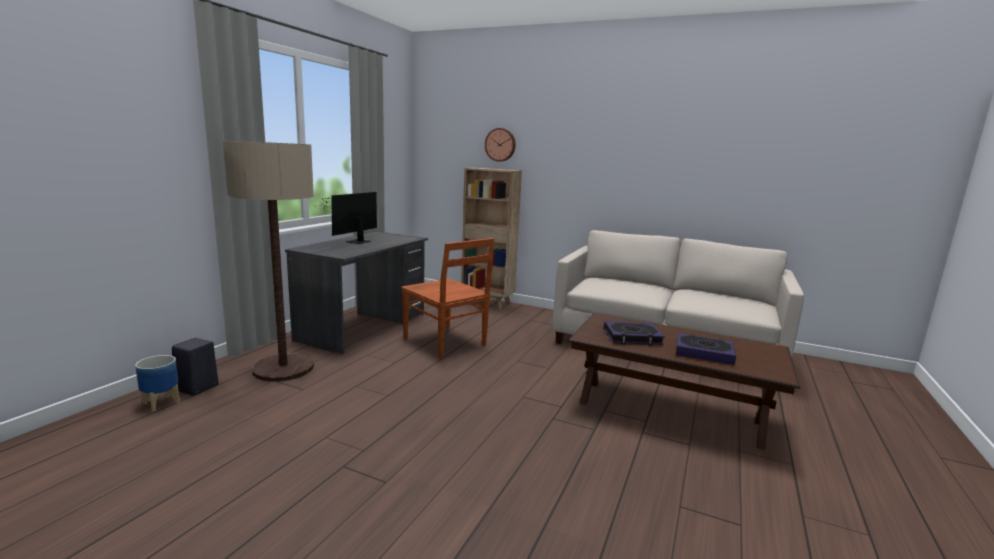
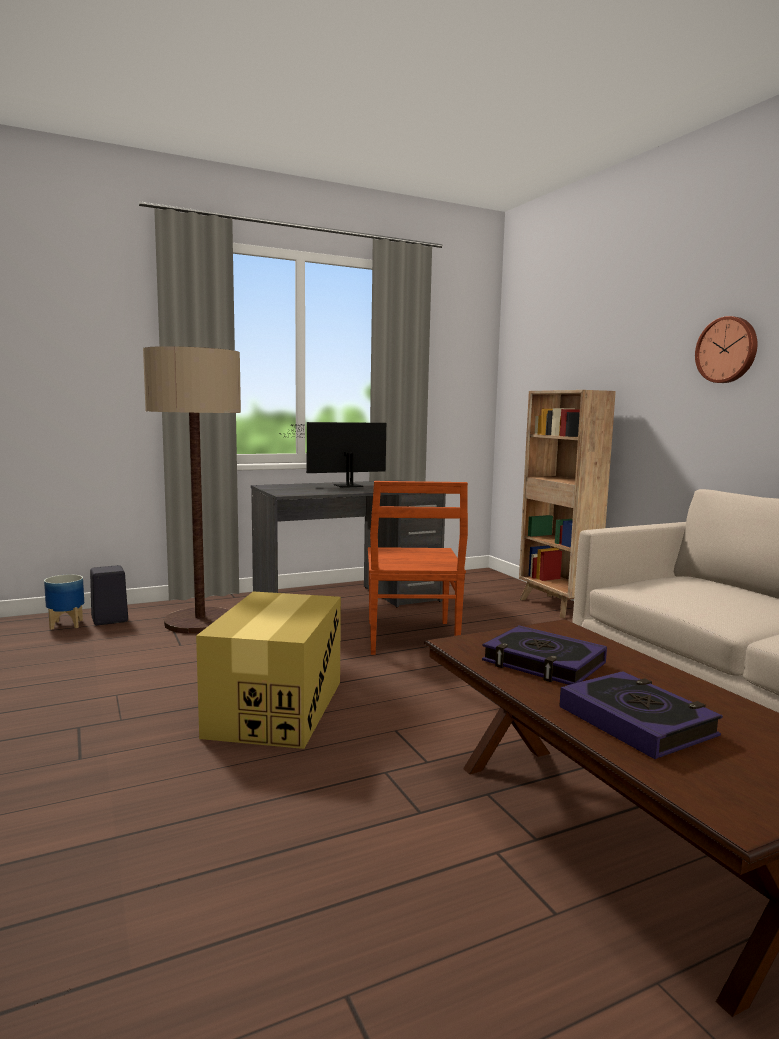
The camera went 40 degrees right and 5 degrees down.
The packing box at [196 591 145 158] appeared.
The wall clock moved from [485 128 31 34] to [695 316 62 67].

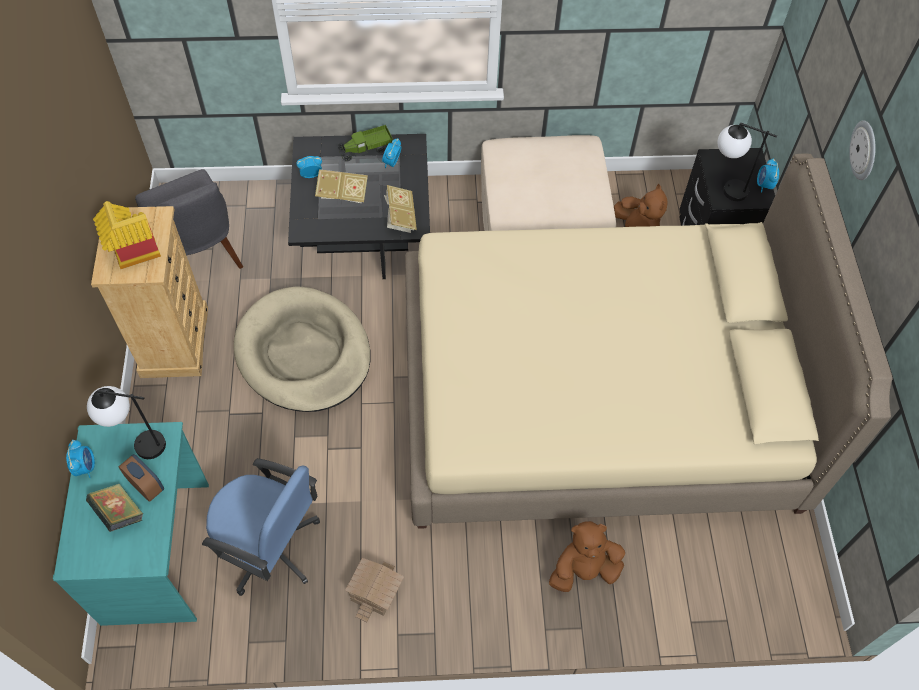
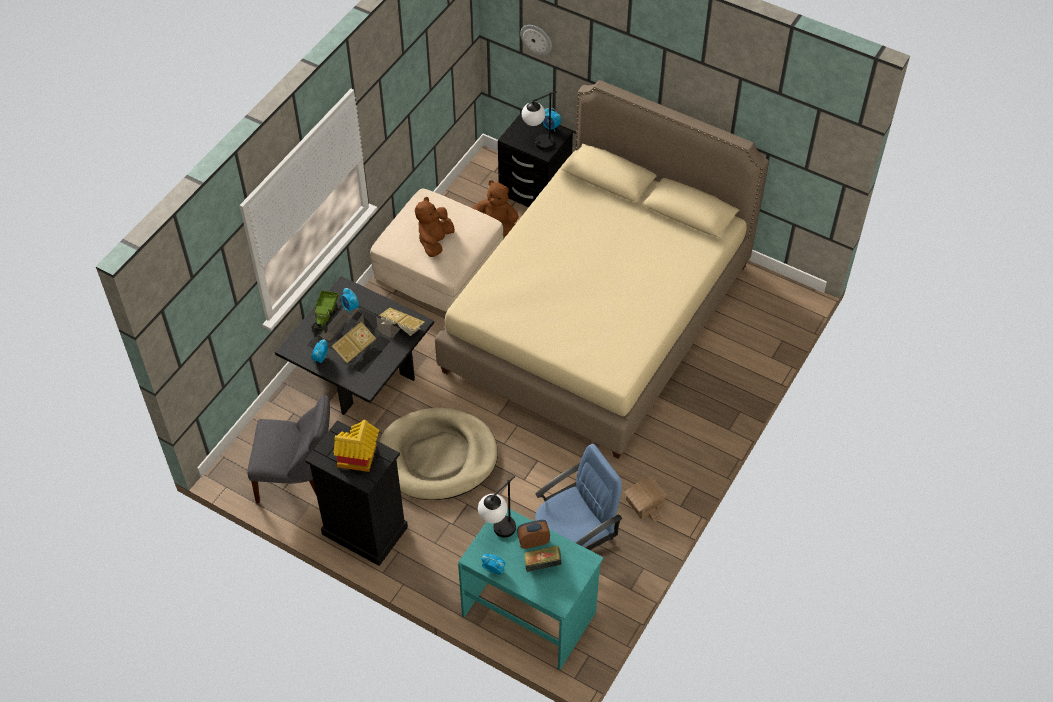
The camera went 55 degrees left and 5 degrees down.
The brownish soft toy moved from [549 521 76 71] to [415 197 40 60].
The wall clock moved from [849 120 27 60] to [520 25 32 30].
The beige chest of drawers at [91 206 117 172] became the black chest of drawers at [305 420 103 146].

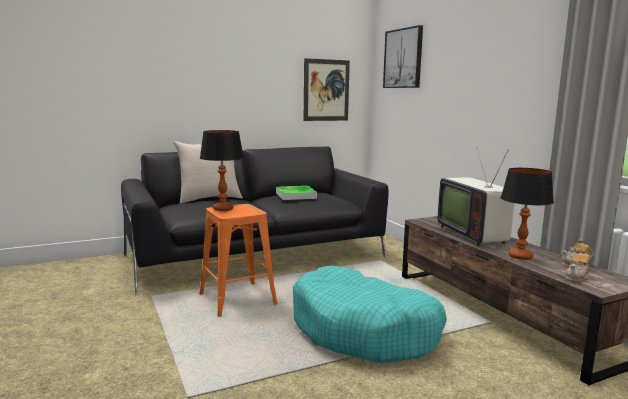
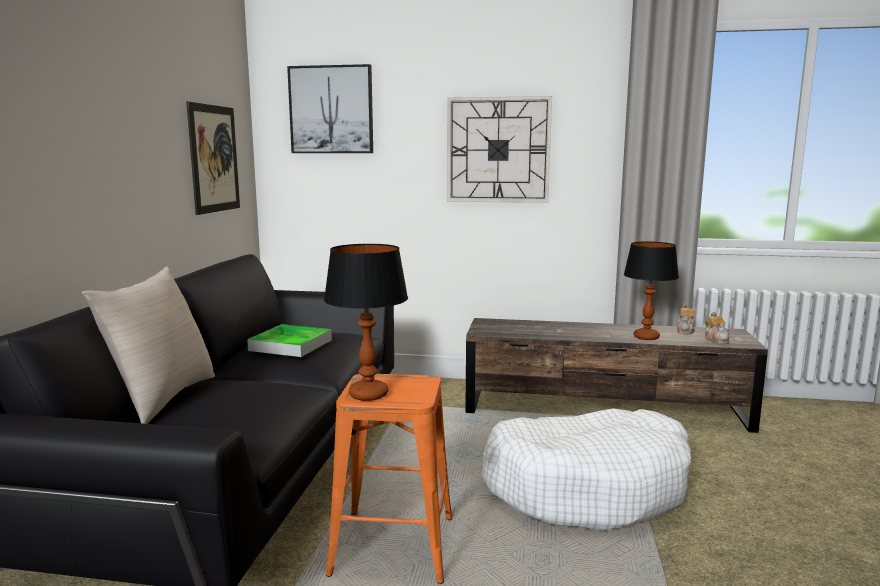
The camera went 55 degrees left and 0 degrees up.
The television at [438 147 76 99] disappeared.
The wall clock at [447 96 105 107] appeared.
The blue-green dog bed at [293 266 154 97] became the whitish dog bed at [482 408 209 123].

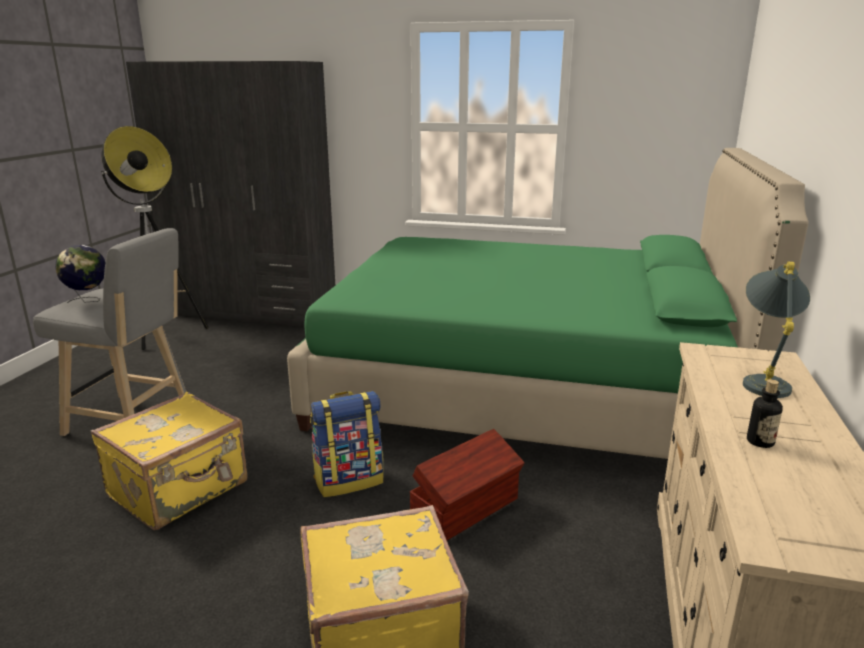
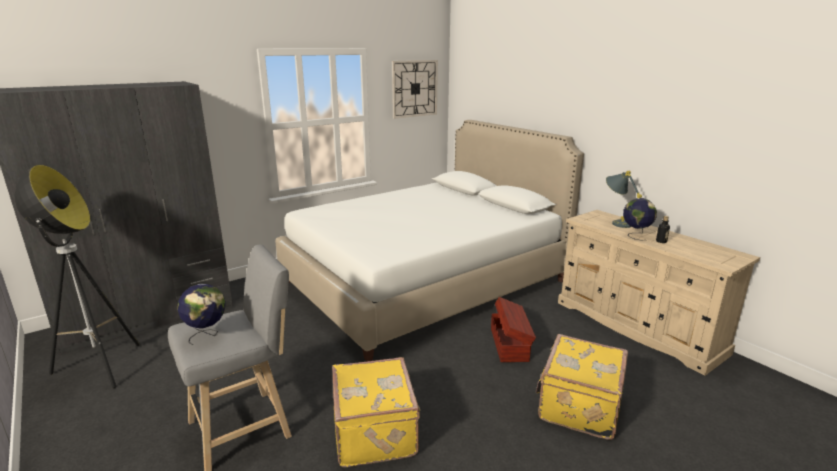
The camera went 50 degrees left and 0 degrees up.
The backpack at [310 391 74 106] disappeared.
The wall clock at [392 60 46 59] appeared.
The desk globe at [623 198 34 43] appeared.
The greenish bedroom bed at [287 148 522 311] became the whitish bedroom bed at [275 120 309 241].

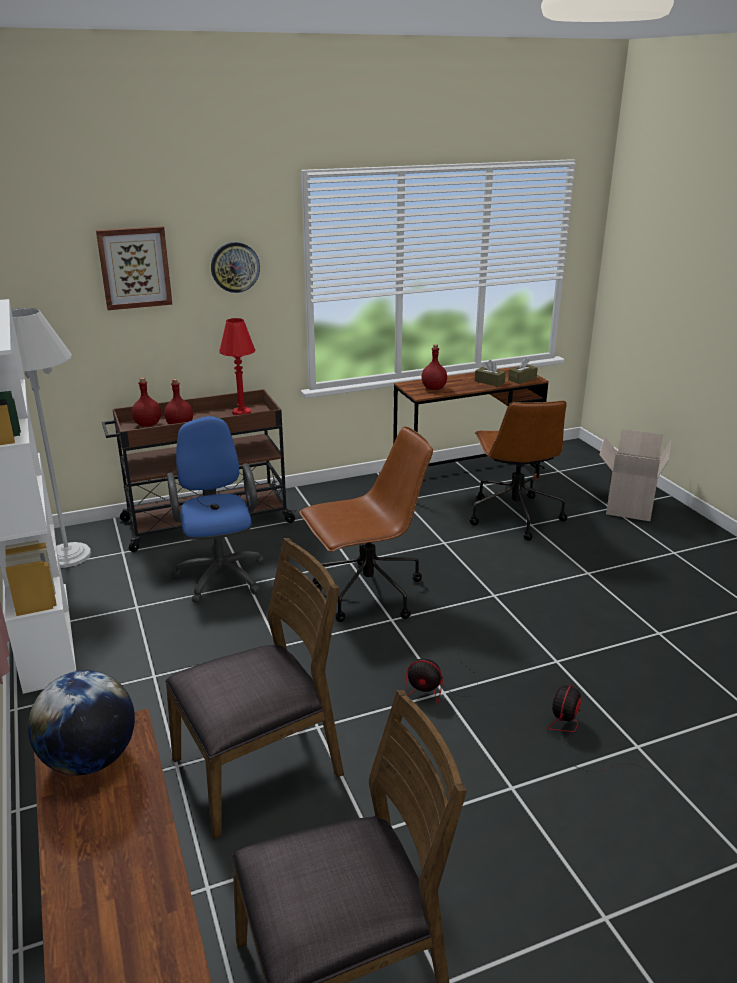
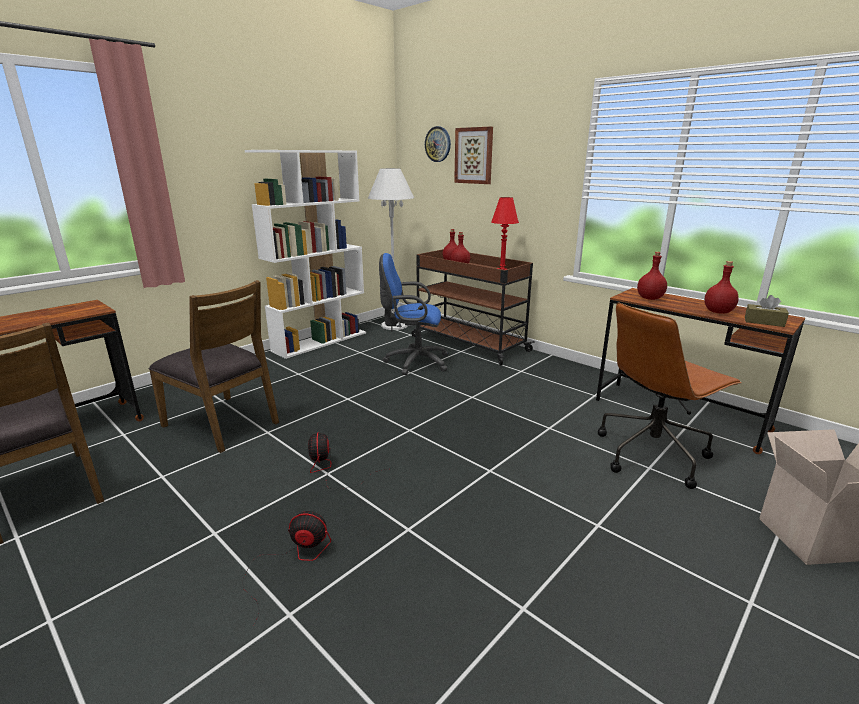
The camera went 65 degrees right and 5 degrees down.
The desk globe at [28 670 107 105] disappeared.
The brownish office chair at [299 426 134 196] disappeared.
The wall clock moved from [211 242 49 51] to [425 126 26 36].
The brownish box of tissues at [475 360 31 27] was replaced by the reddish beverage bottle at [704 261 35 53].
The bluish office chair at [167 416 98 187] turned 135 degrees counterclockwise.

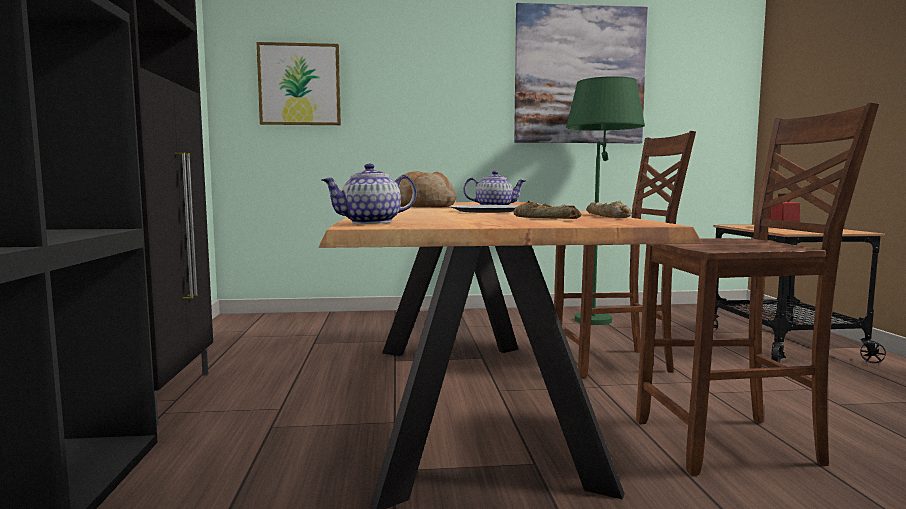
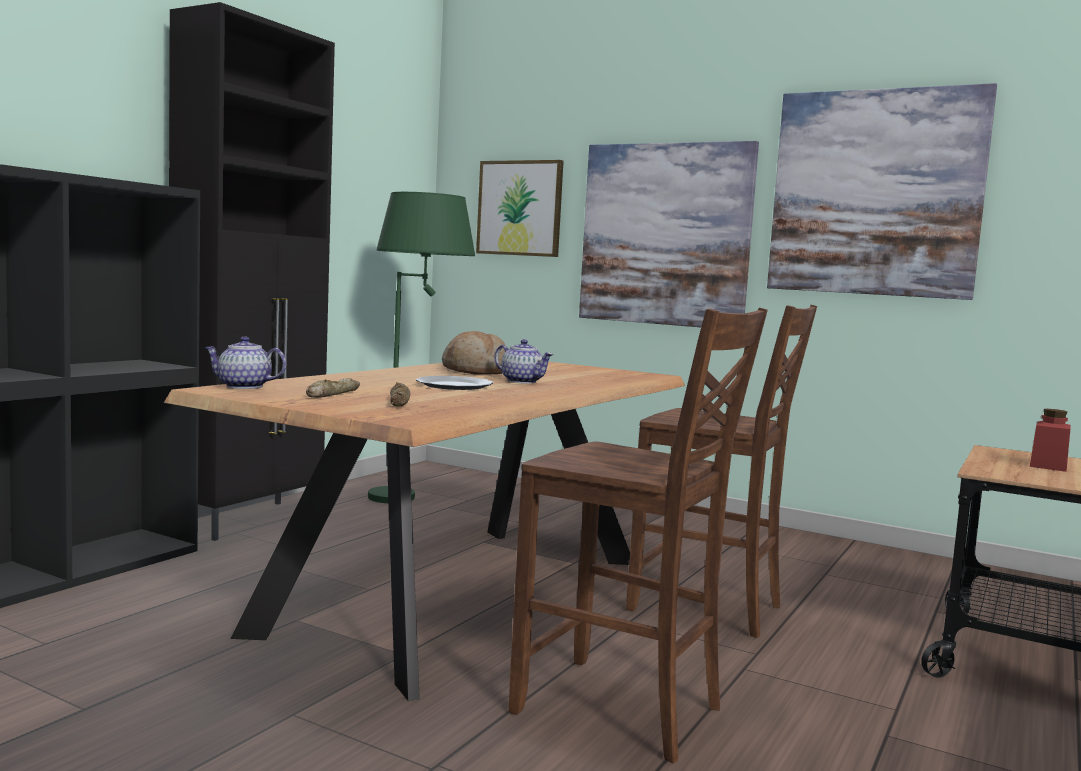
The camera went 35 degrees right and 0 degrees up.
The picture at [579 141 180 186] appeared.
The greenish standard lamp moved from [566 76 79 249] to [368 192 107 311].
The bread moved from [586 201 46 17] to [306 378 54 20].

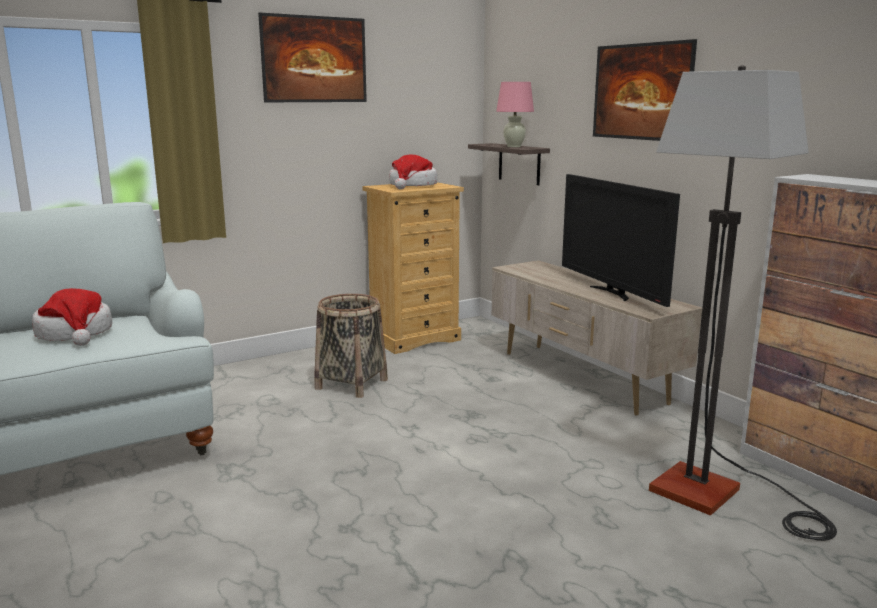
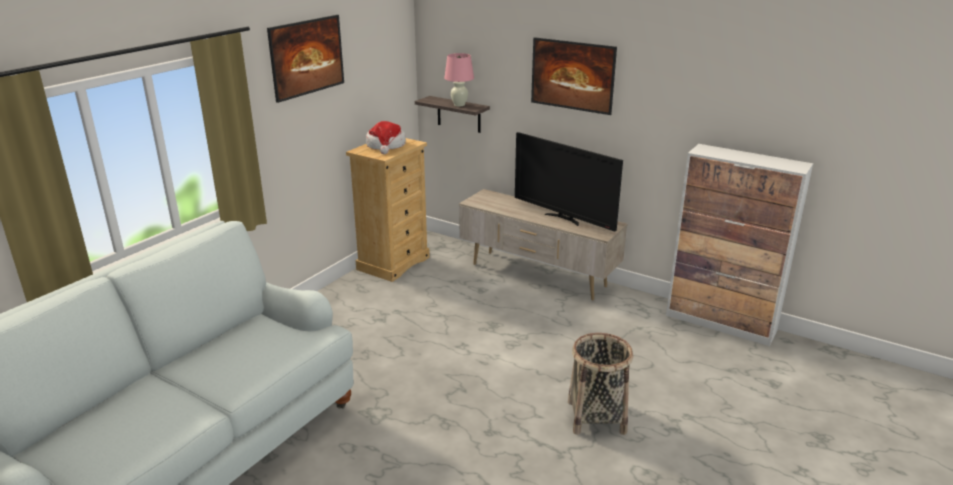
The camera went 25 degrees left and 10 degrees up.
The clothing hat at [32 288 80 58] disappeared.
The standard lamp at [649 65 188 476] disappeared.
The basket moved from [314 294 74 104] to [568 333 65 102].

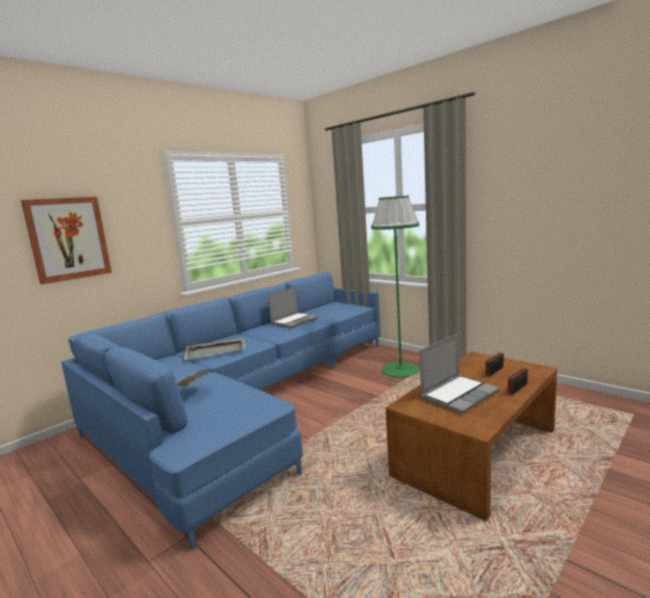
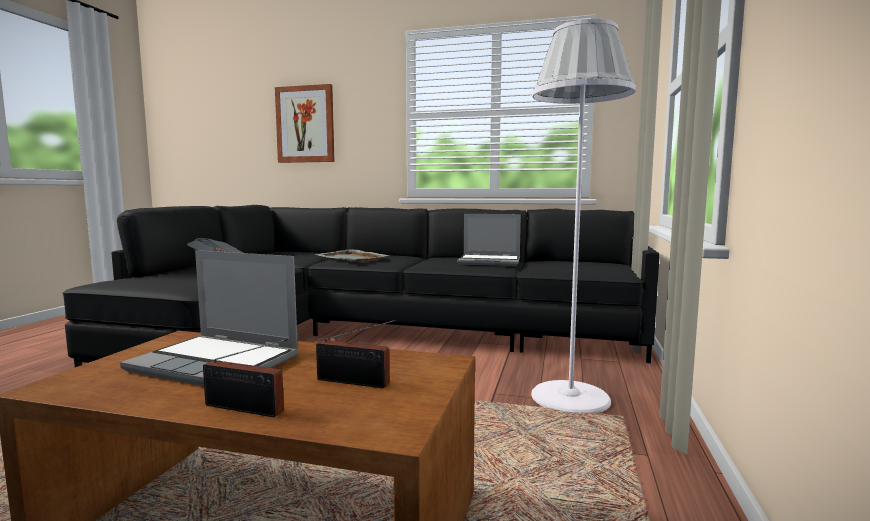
The camera went 60 degrees right and 5 degrees down.
The bluish couch at [61 272 320 278] became the black couch at [62 205 598 162].
The greenish standard lamp at [371 195 49 183] became the whitish standard lamp at [531 19 105 394].

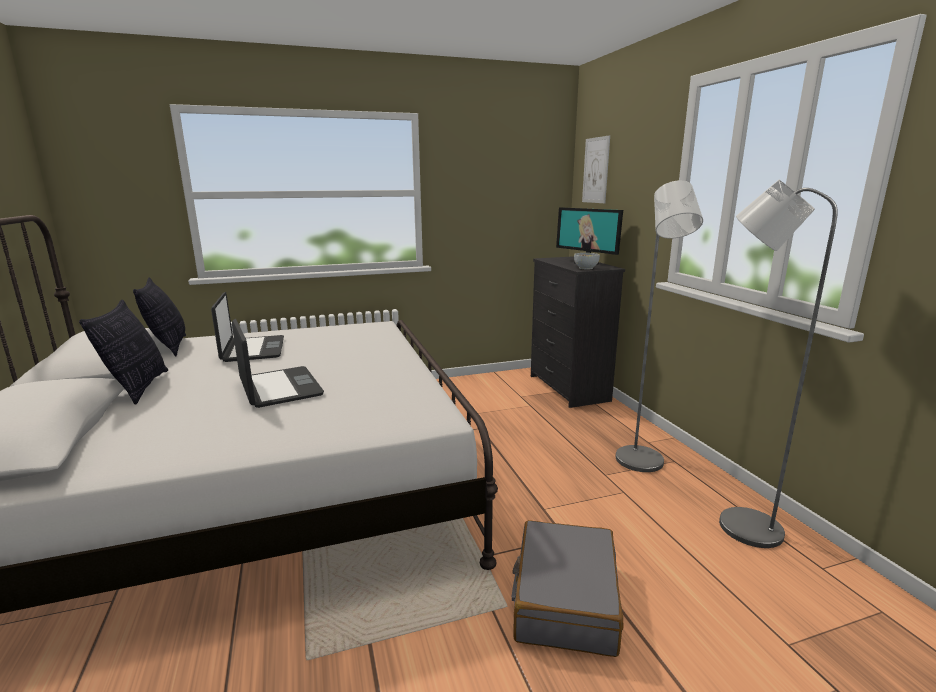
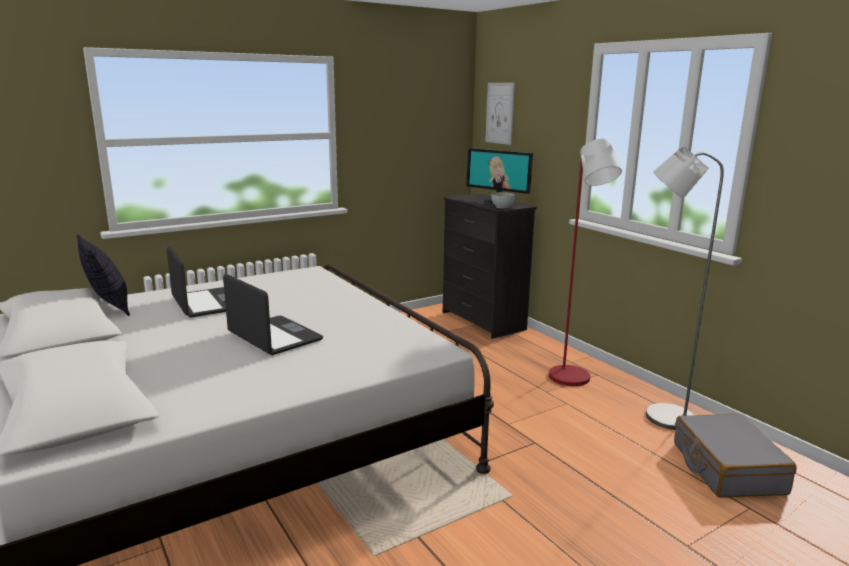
The camera went 15 degrees left and 0 degrees up.
The pillow at [79 300 89 105] disappeared.
The gray suitcase moved from [512 520 111 137] to [674 414 123 84].
The gray standard lamp at [616 180 87 292] became the reddish standard lamp at [549 139 73 247].

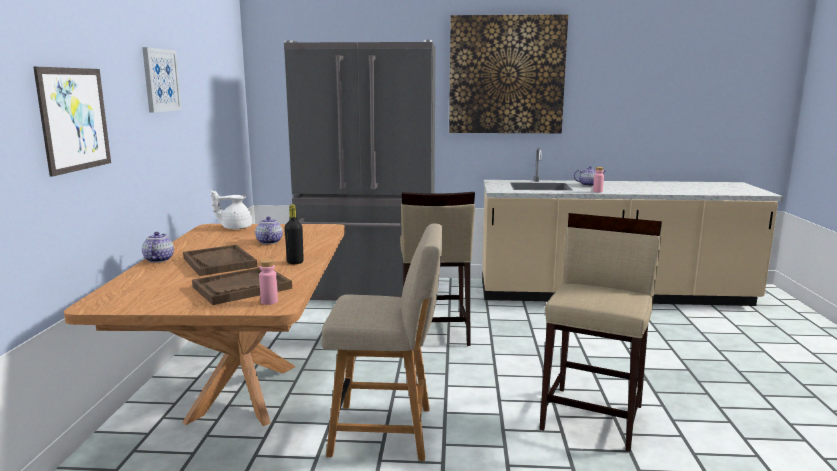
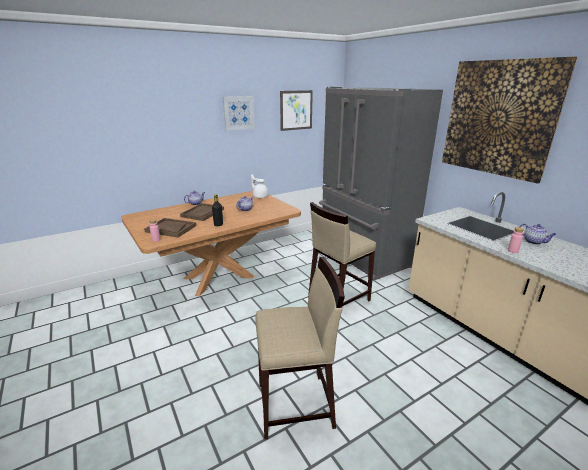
The camera went 55 degrees right and 10 degrees up.
The beige plain chair at [321 224 122 237] disappeared.
The picture moved from [33 67 78 110] to [280 90 33 41].

